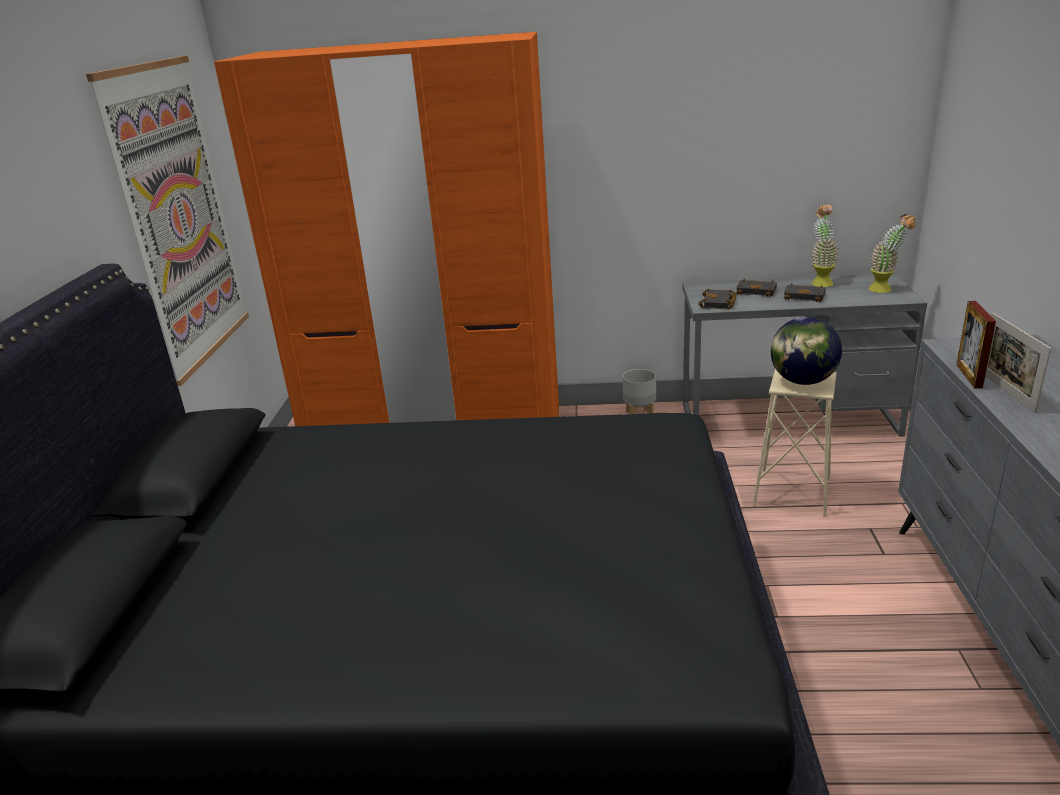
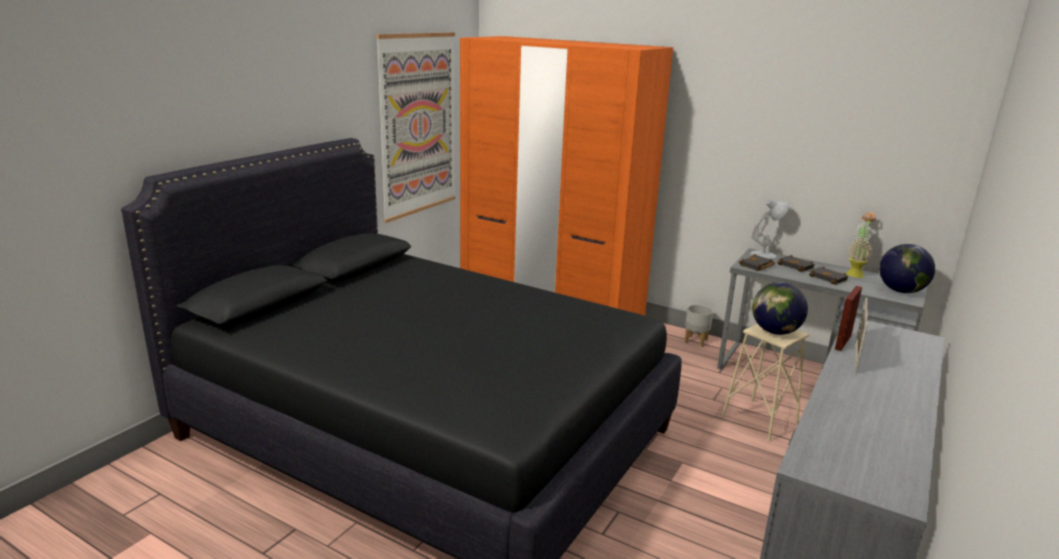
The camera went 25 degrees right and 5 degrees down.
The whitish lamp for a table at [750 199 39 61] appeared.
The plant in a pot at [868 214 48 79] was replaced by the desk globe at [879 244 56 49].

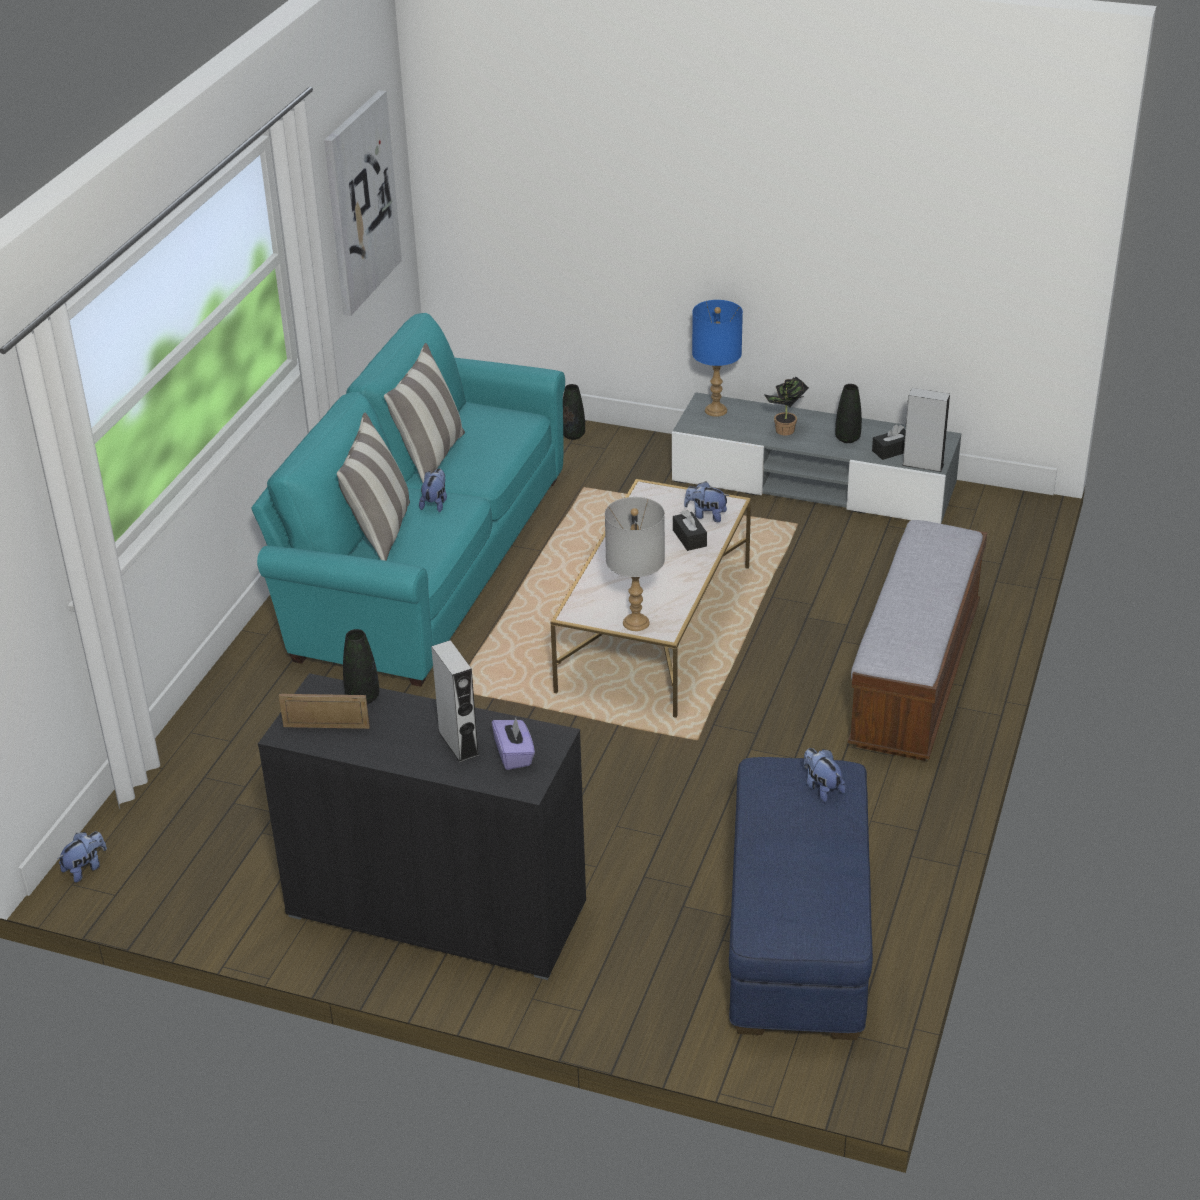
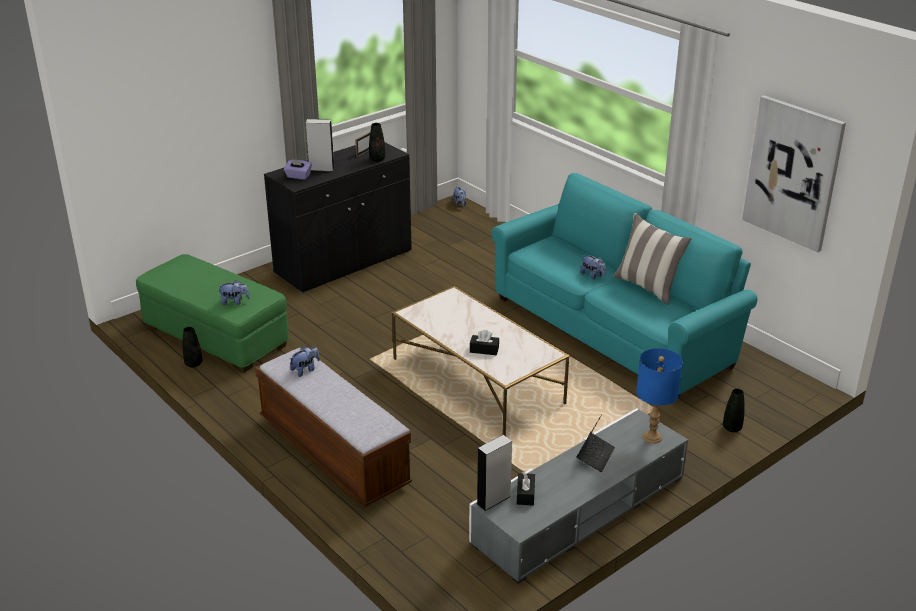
The camera went 120 degrees right and 5 degrees down.
The pillow at [337 412 73 149] disappeared.
The gray lamp for a table at [605 497 60 134] disappeared.
The soft toy moved from [684 481 45 41] to [290 346 30 31].
The black decorative vase moved from [835 384 27 59] to [183 327 19 41].
The plant in a pot at [764 377 45 59] was replaced by the notebook computer at [576 414 39 58].
The bluish pouffe at [729 757 144 283] became the greenish pouffe at [136 254 153 119].

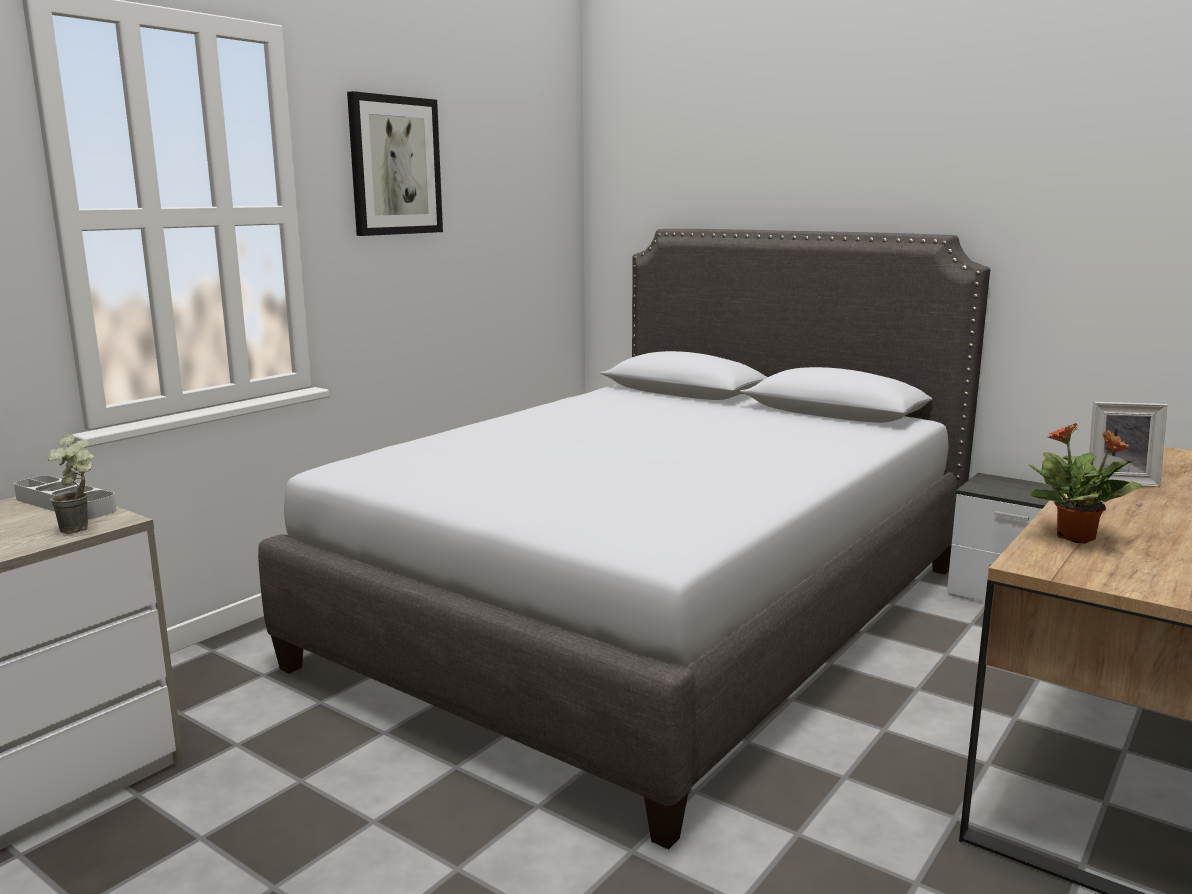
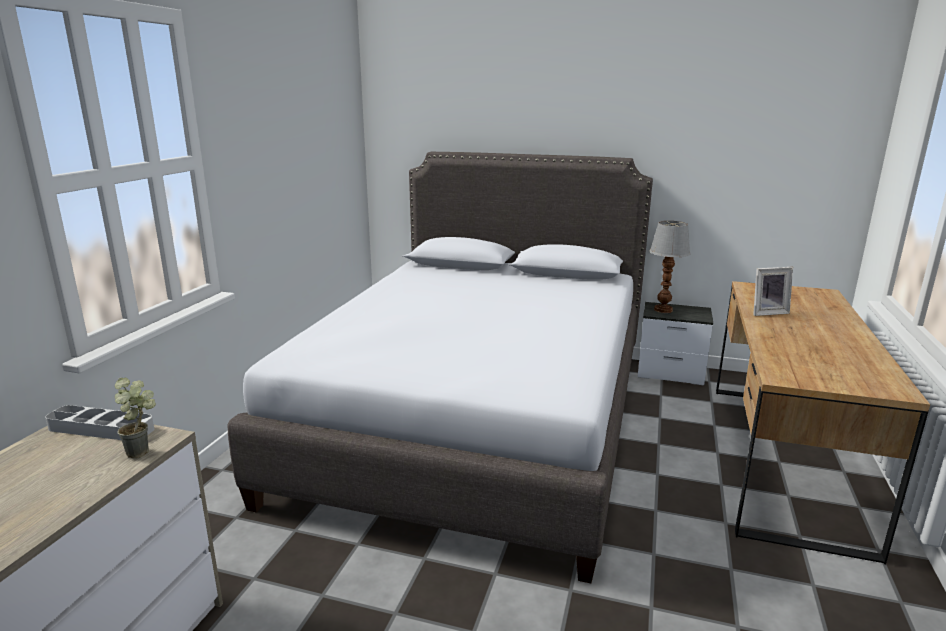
The camera went 20 degrees left and 5 degrees up.
The picture at [347 91 96 145] disappeared.
The plant in a pot at [1029 423 113 121] disappeared.
The lamp for a table at [650 221 40 92] appeared.

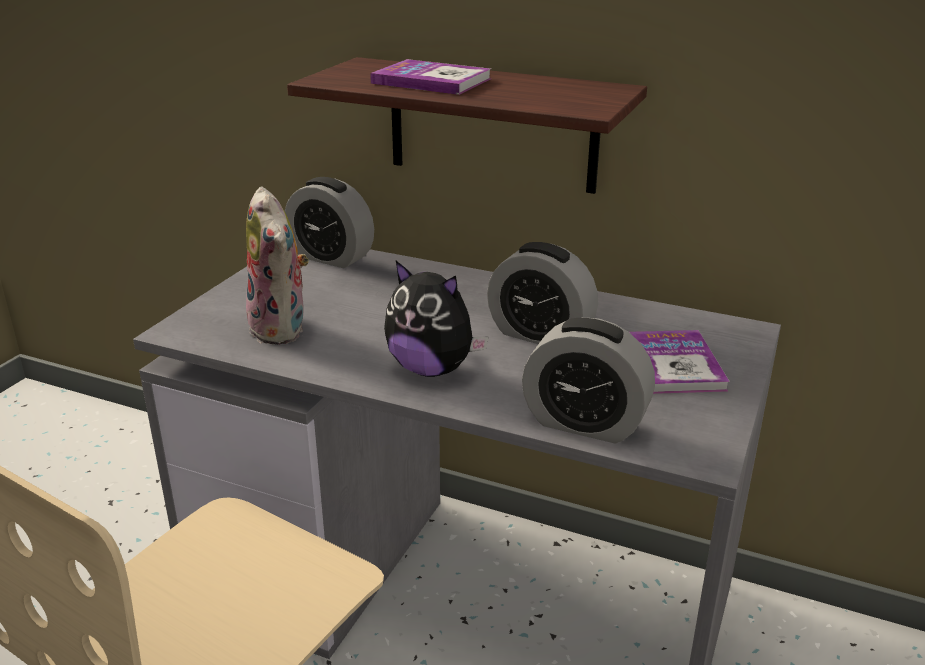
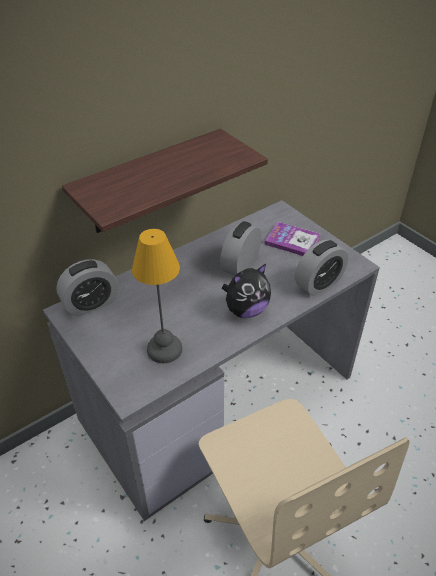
The camera went 60 degrees left and 15 degrees up.
The volume at [370 59 121 36] disappeared.
The soft toy at [246 186 63 159] was replaced by the lamp for a table at [132 229 50 134].
The bedside clock at [487 242 111 102] turned 150 degrees clockwise.

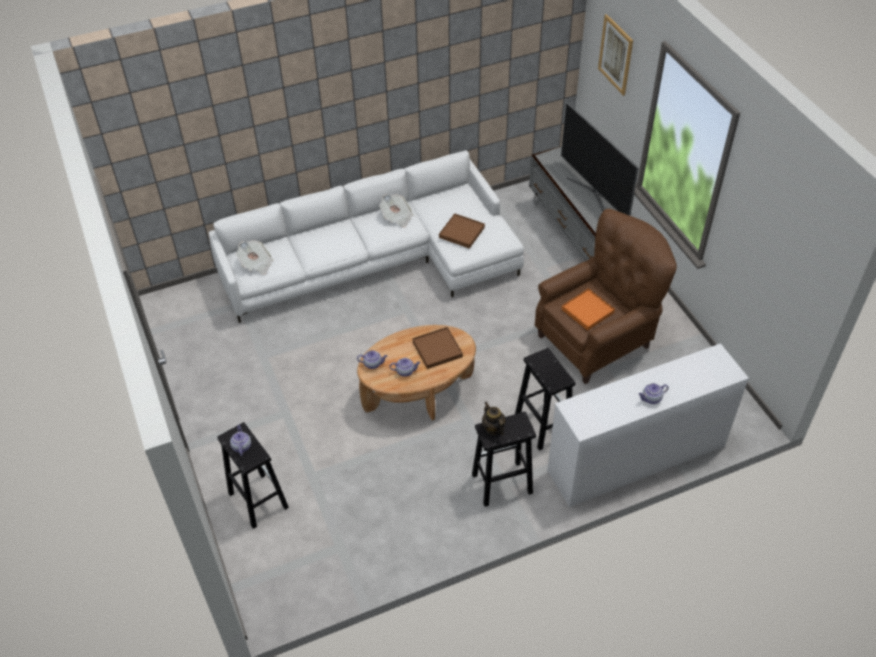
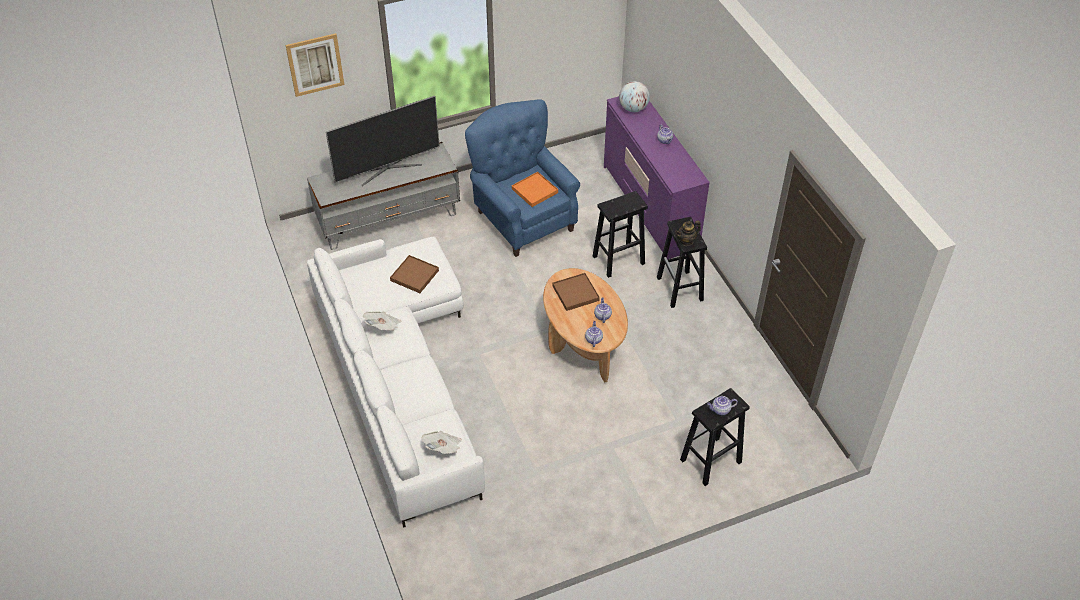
The camera went 90 degrees left and 0 degrees up.
The desk globe at [619 81 31 31] appeared.
The brownish lounge chair at [535 209 142 175] became the bluish lounge chair at [465 99 115 158].
The whitish chest of drawers at [547 343 202 164] became the purplish chest of drawers at [604 96 106 163].

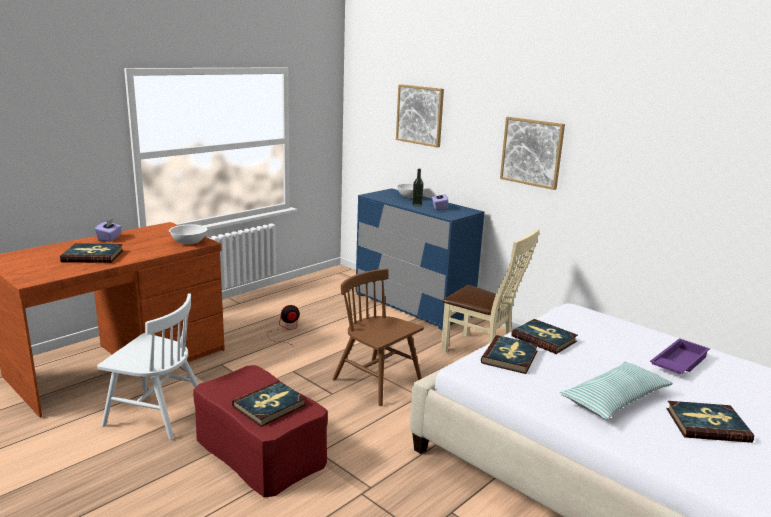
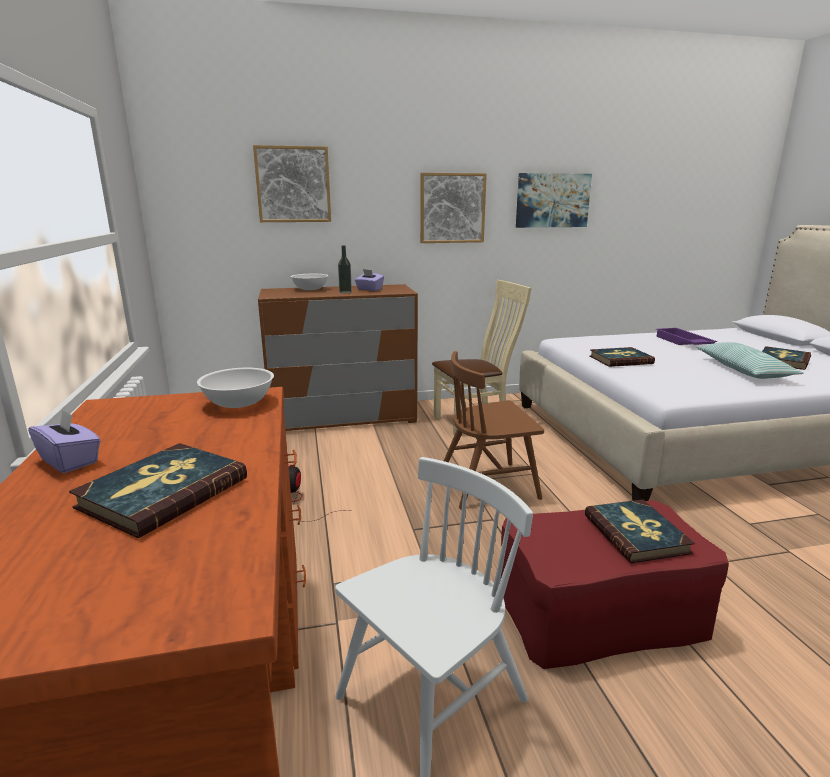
The camera went 55 degrees left and 0 degrees up.
The volume at [481 335 57 39] disappeared.
The picture at [516 173 76 55] appeared.
The bluish chest of drawers at [356 188 128 142] became the brownish chest of drawers at [258 284 160 147].

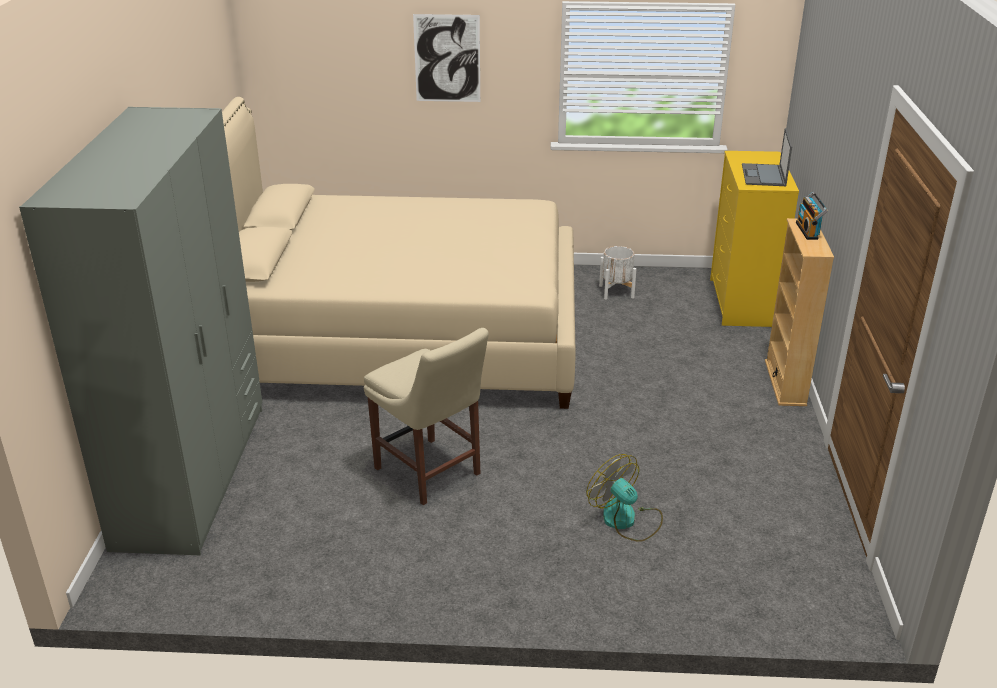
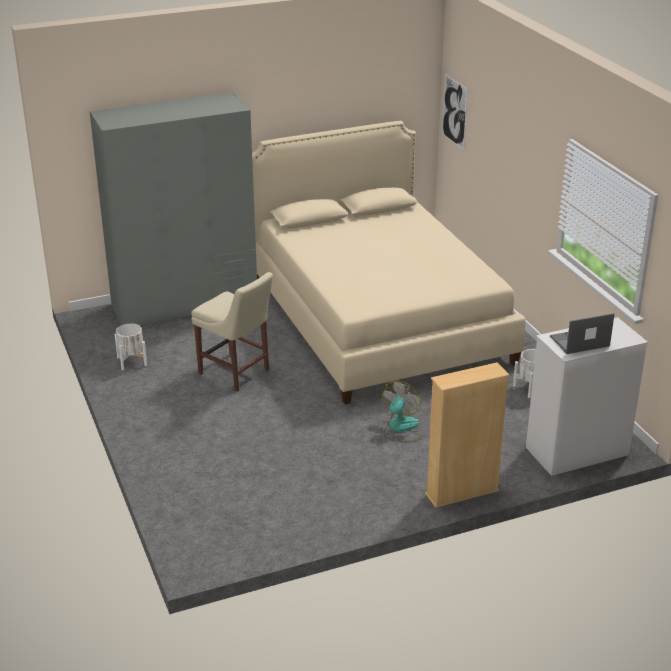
The camera went 65 degrees right and 0 degrees up.
The radio at [796 192 32 48] disappeared.
The whitish planter at [115 323 32 47] appeared.
The picture moved from [413 14 67 88] to [442 74 26 77].
The cooling fan moved from [586 454 77 88] to [382 381 39 61].
The yellow chest of drawers at [710 151 89 176] became the whitish chest of drawers at [526 317 122 159].
The beige plain chair at [364 328 125 177] turned 75 degrees counterclockwise.

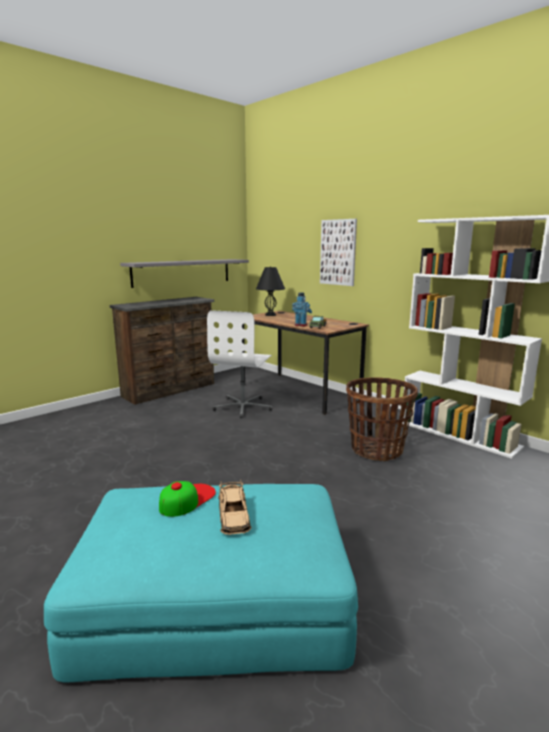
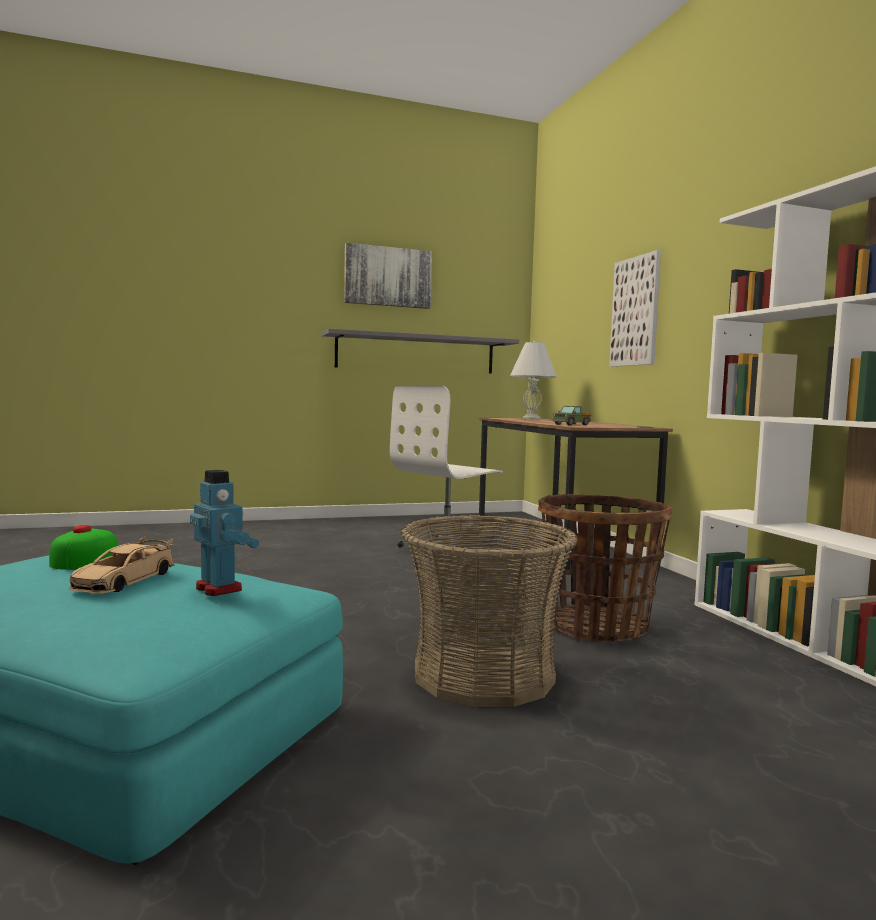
The camera went 25 degrees right and 10 degrees down.
The brownish chest of drawers at [110 297 104 108] disappeared.
The picture at [344 243 88 66] appeared.
The basket at [401 515 177 192] appeared.
The model robot moved from [292 292 20 35] to [190 470 69 126].
The black lamp for a table at [256 266 29 50] became the whitish lamp for a table at [510 341 47 78].

